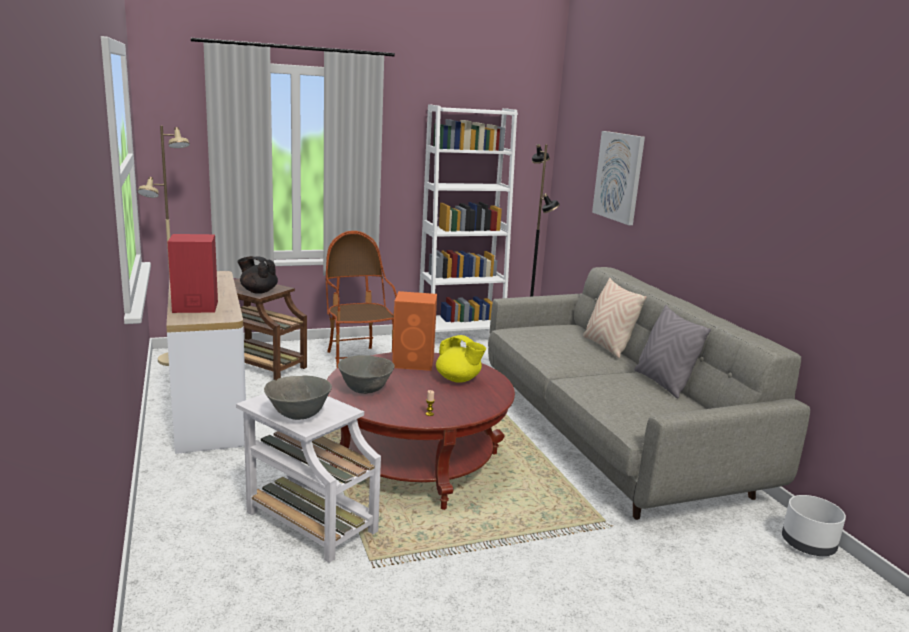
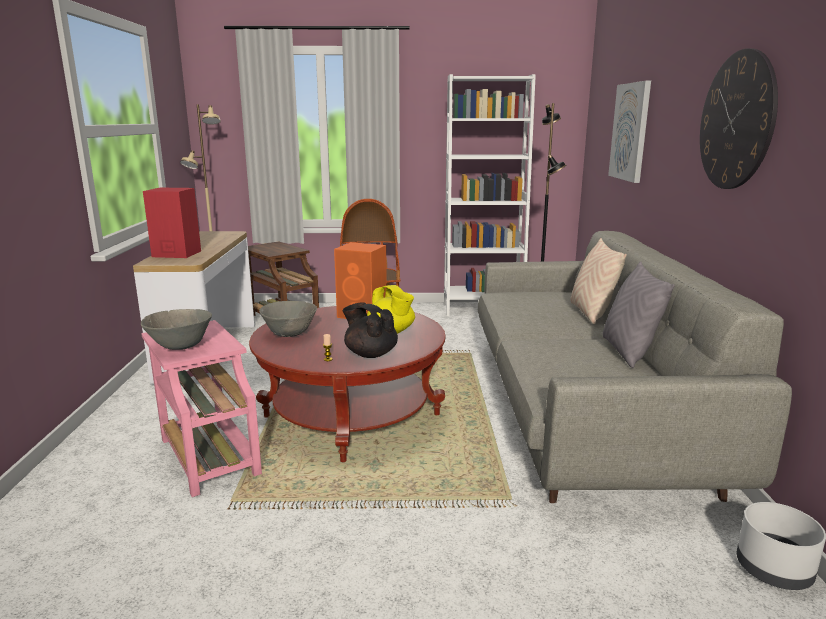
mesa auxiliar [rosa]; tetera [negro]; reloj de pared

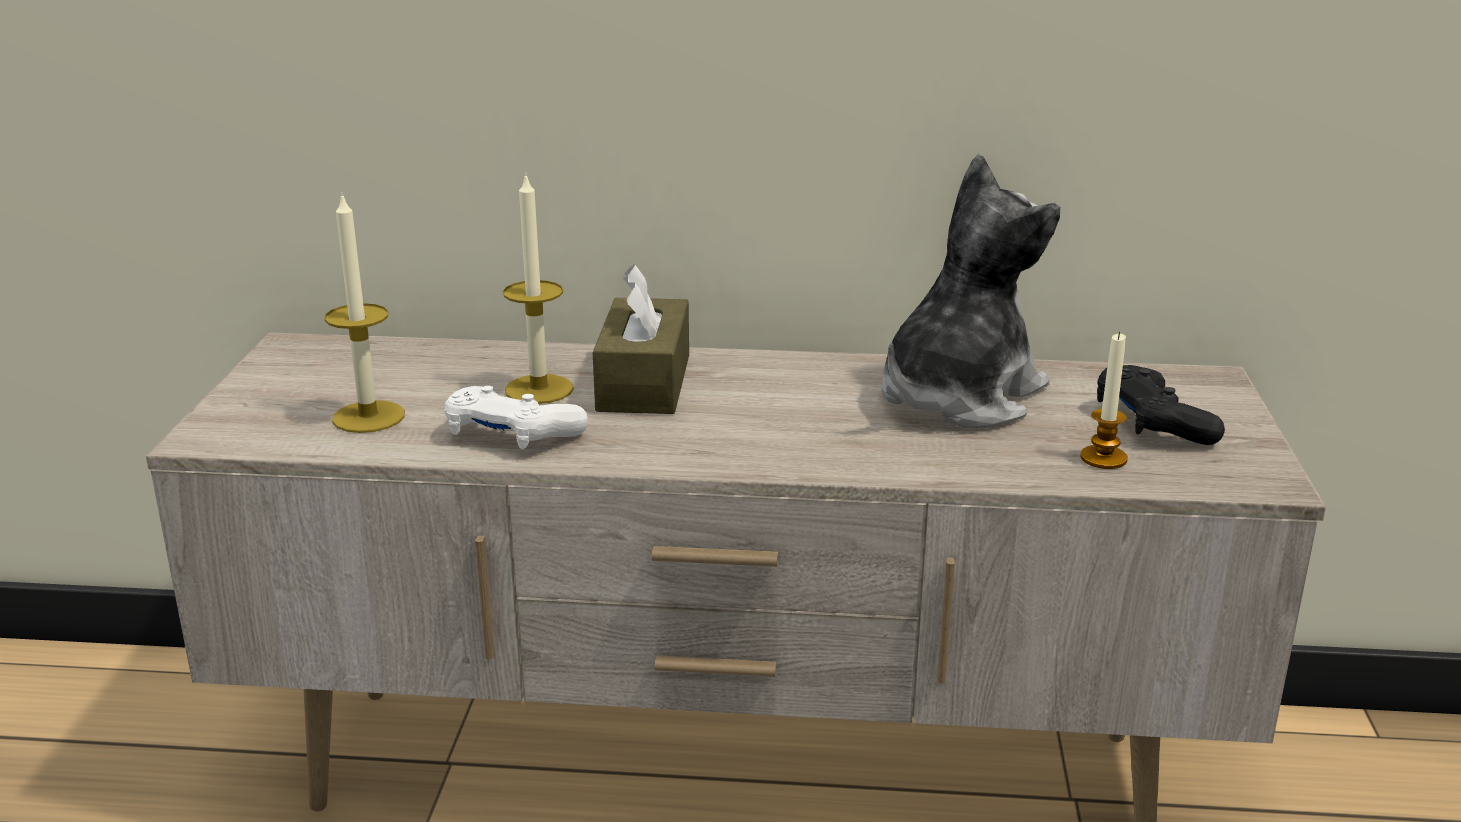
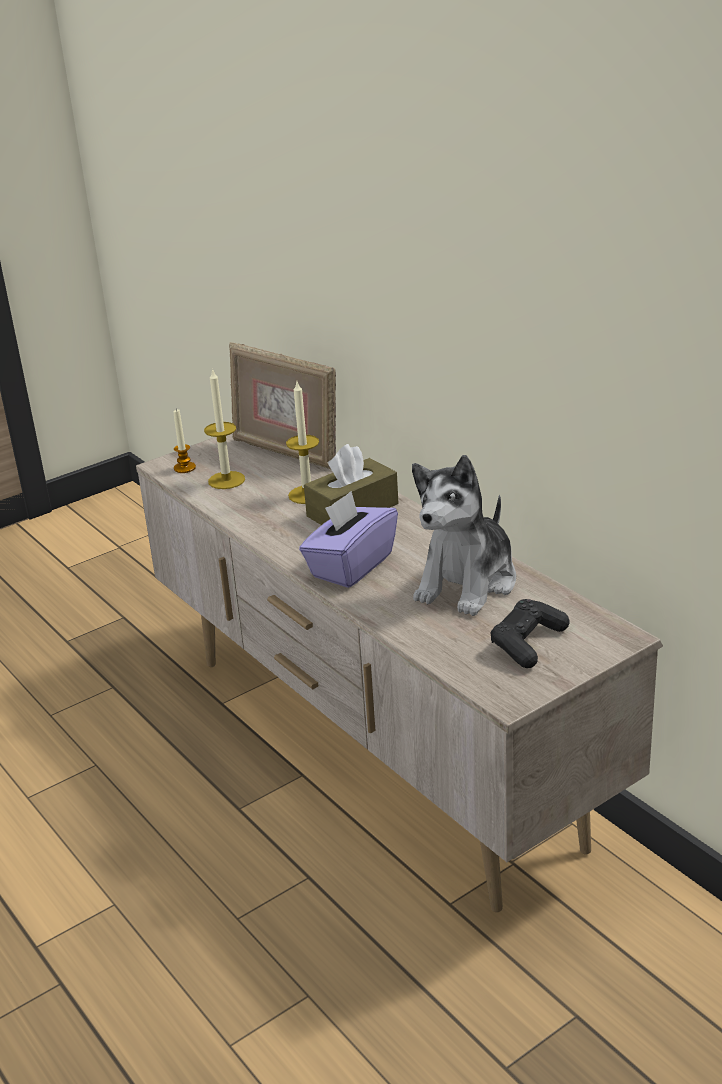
vela (no. 1 from left); portarretratos; caja de pañuelos [morado]; peluche; mando de consola [blanco]

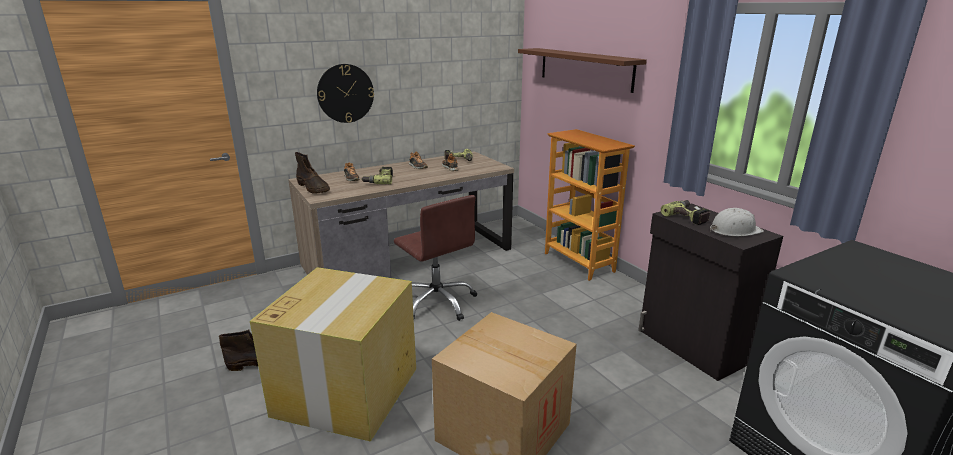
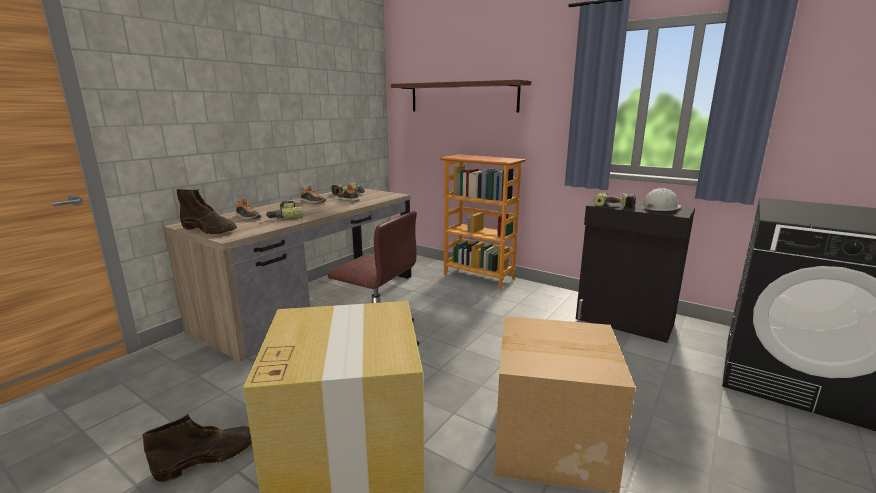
reloj de pared

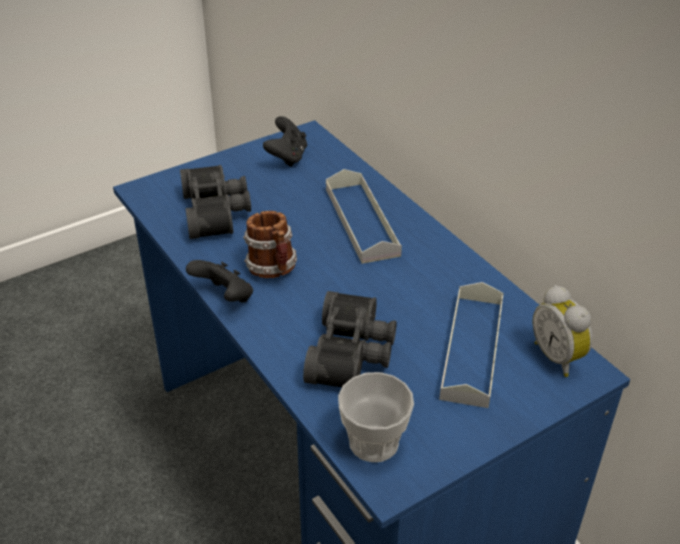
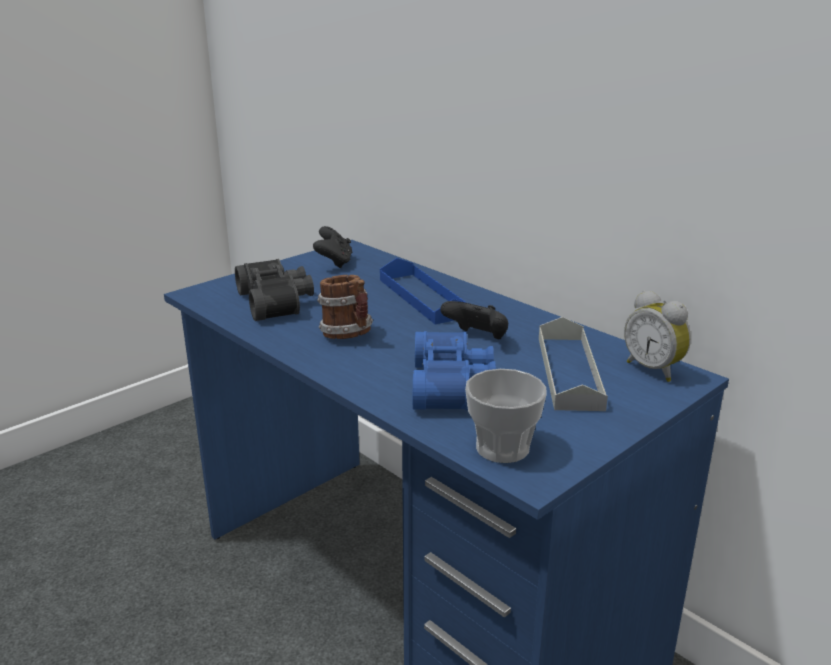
bandeja [azul]; prismáticos [azul]; mando de consola [negro] (no. 2 from left)

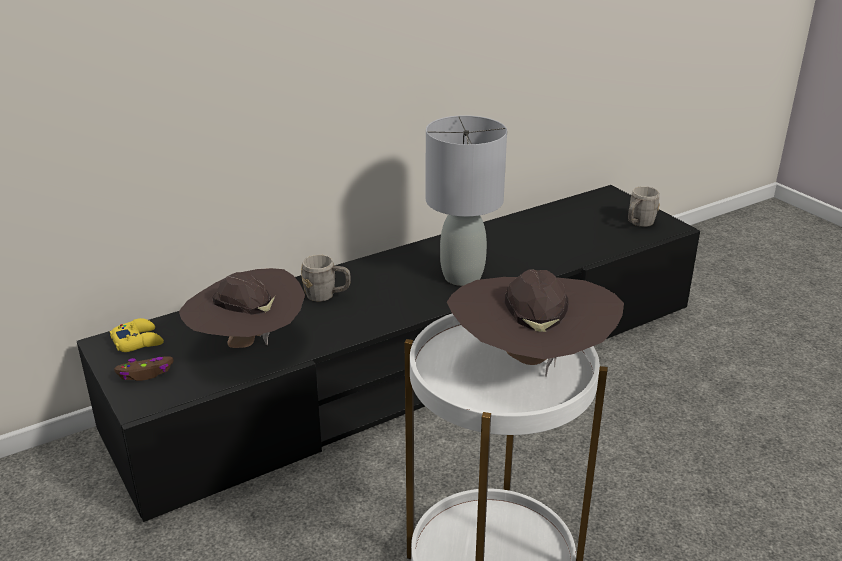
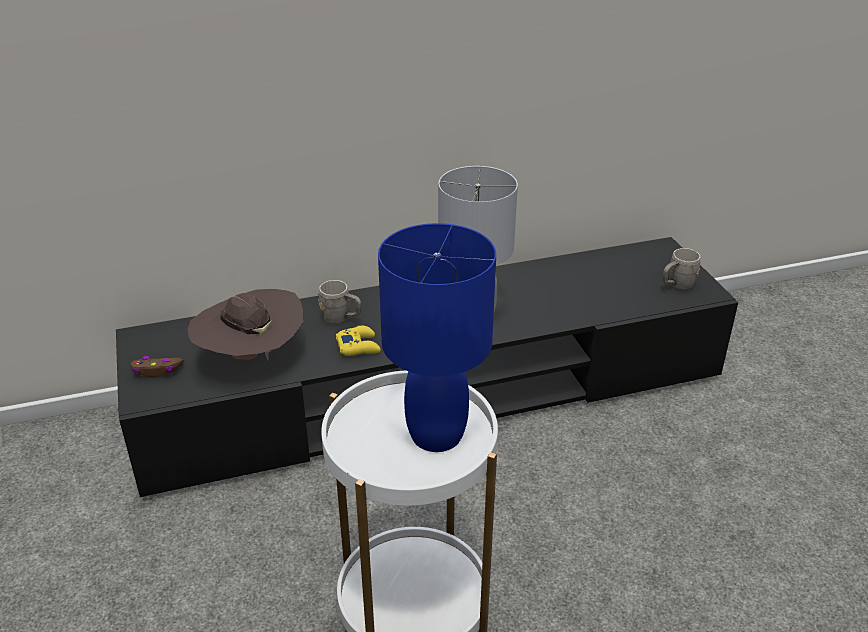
mando de consola [amarillo]; lámpara de mesa [azul]

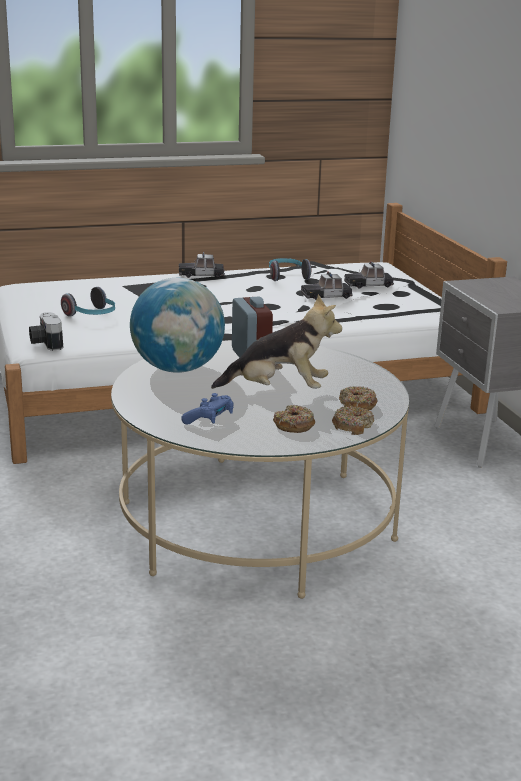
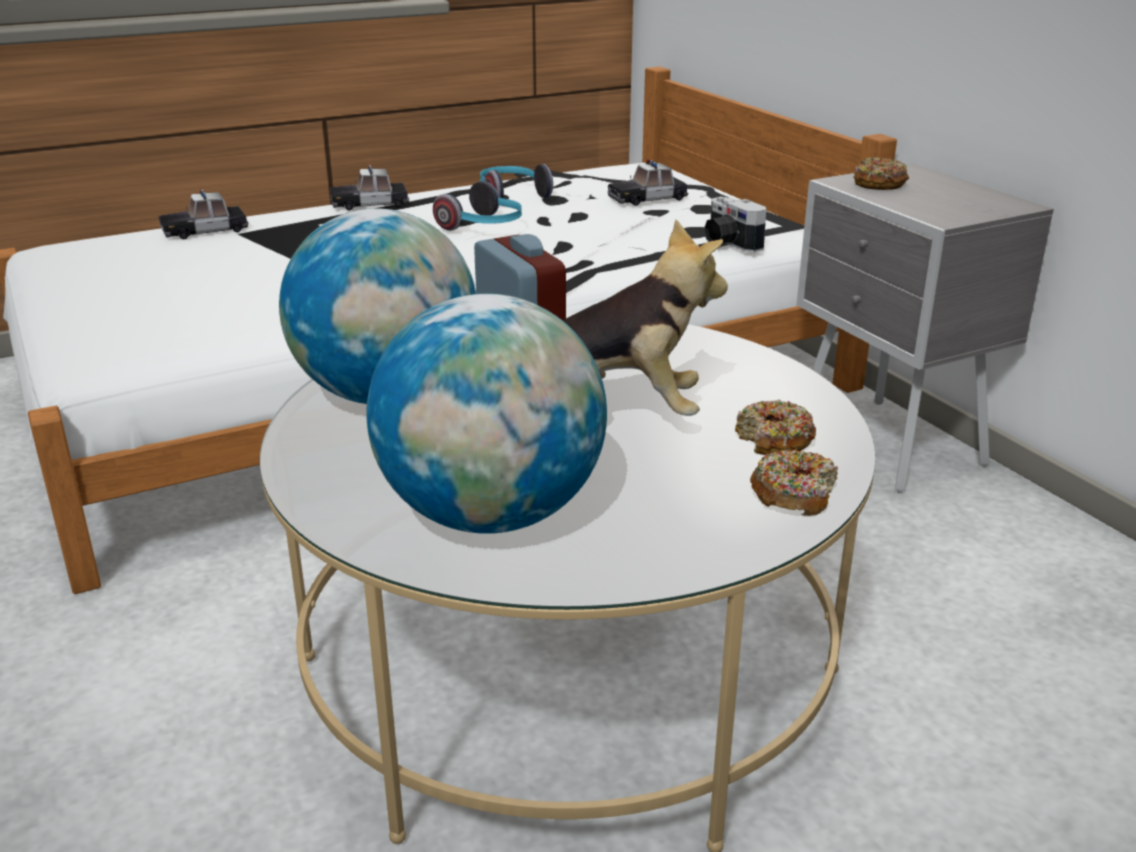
coche de juguete (no. 1 from left); globo terráqueo (no. 2 from left); auriculares (no. 1 from left); cámara; rosquilla (no. 3 from left)

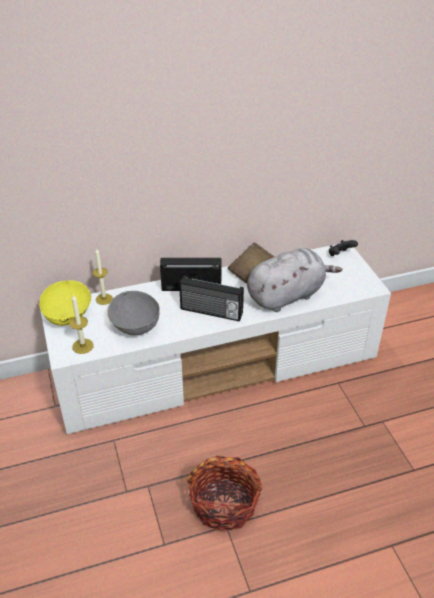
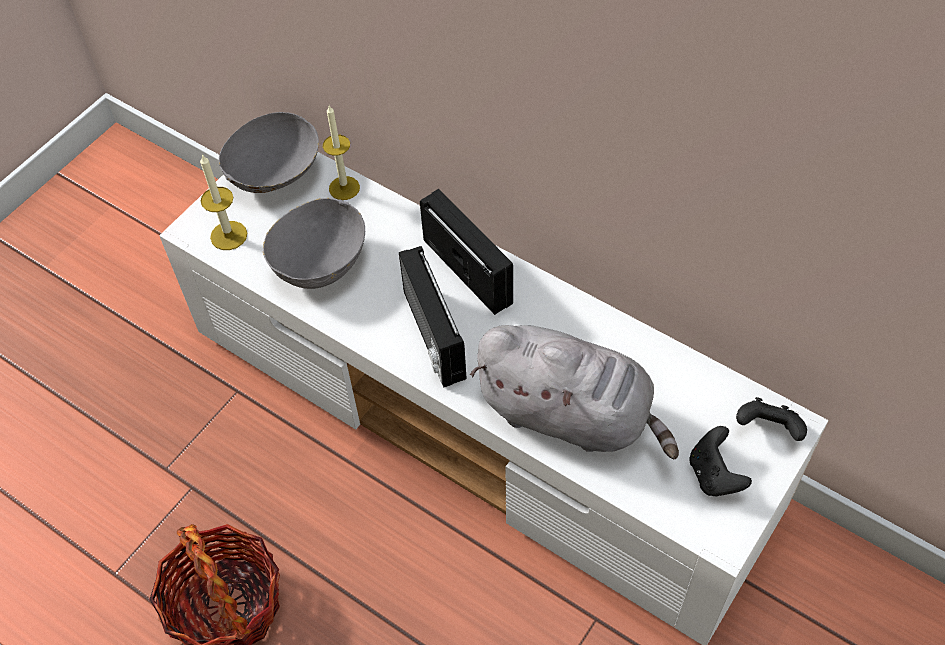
cuenco [gris] (no. 1 from left); mando de consola [negro] (no. 1 from left); libro [marrón]

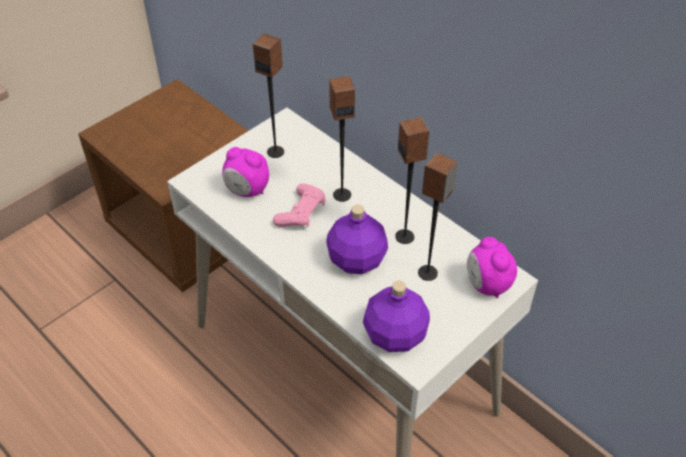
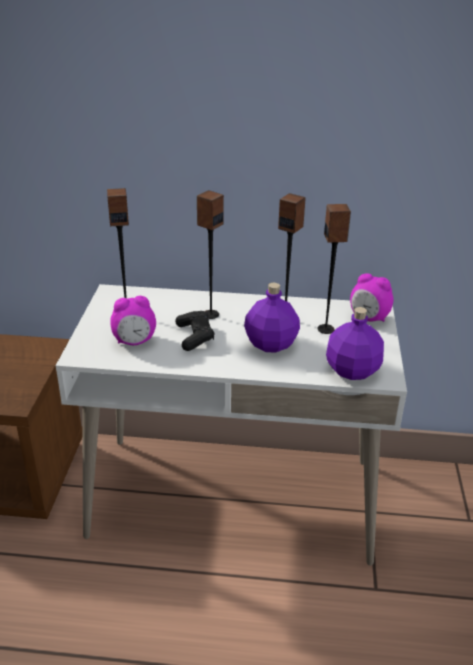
mando de consola [negro]

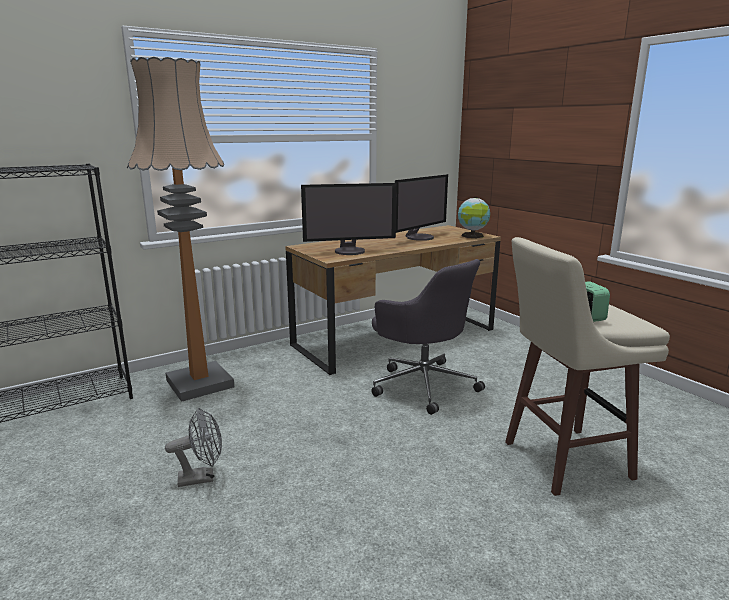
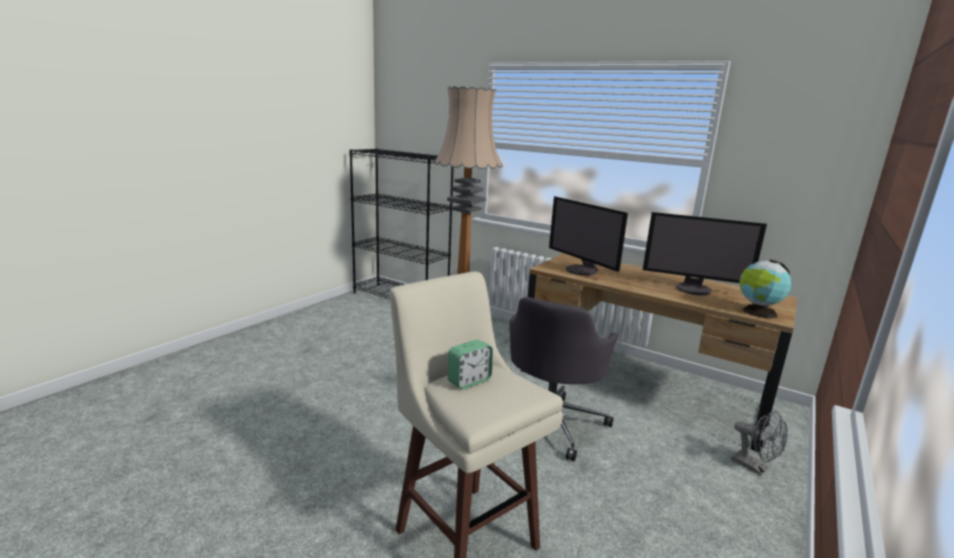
ventilador [gris]

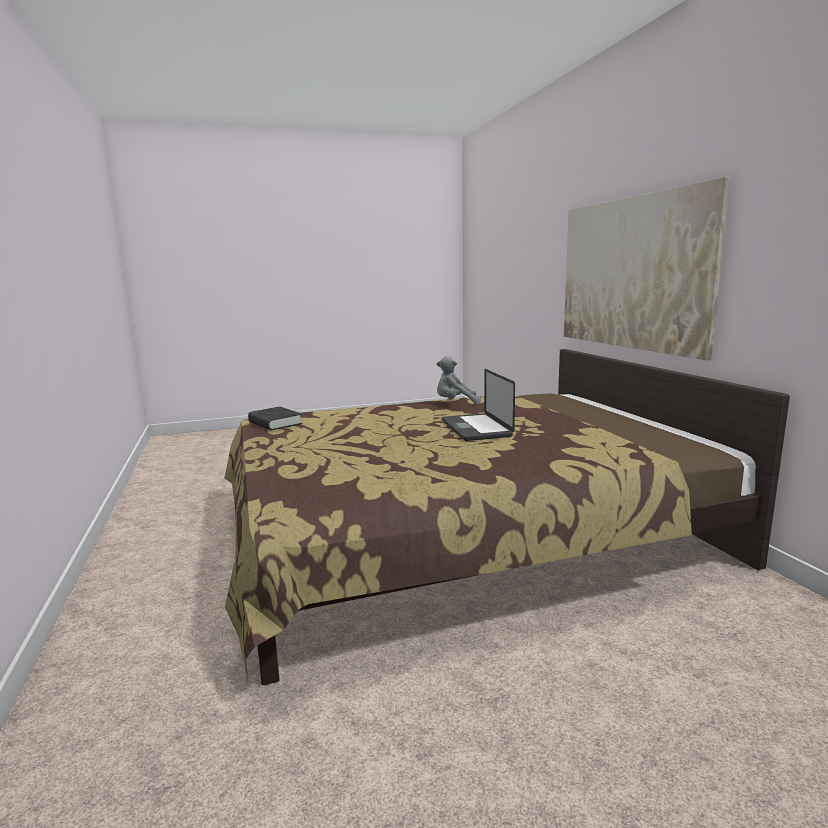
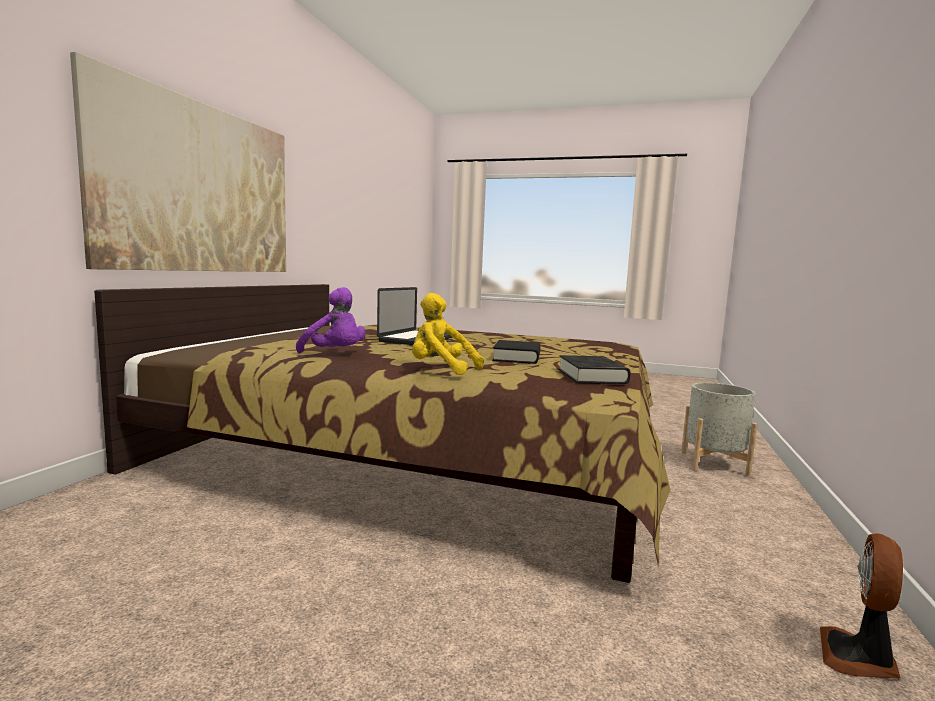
peluche [morado]; peluche [amarillo]; libro [negro] (no. 1 from left); maceta [gris]; ventilador

